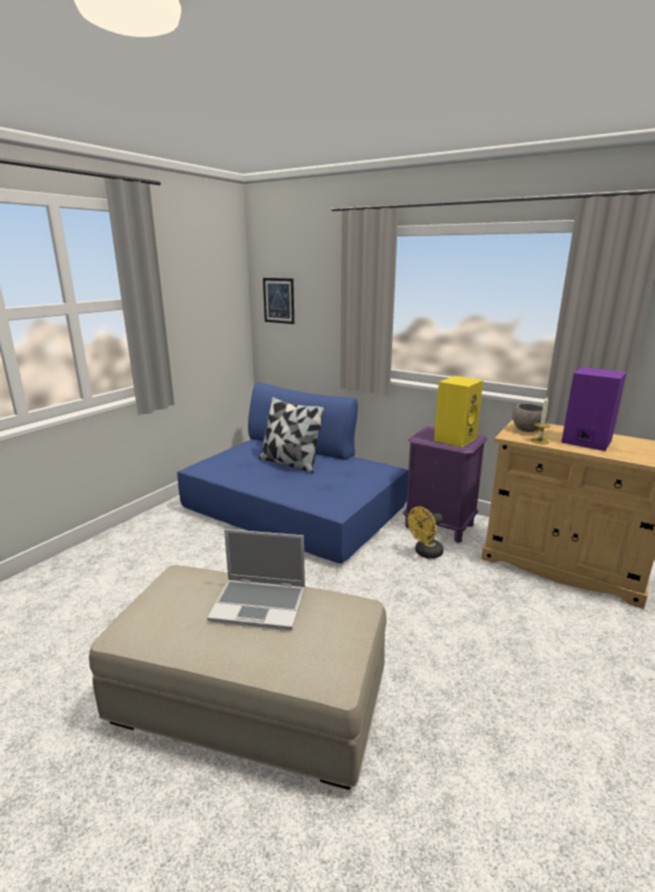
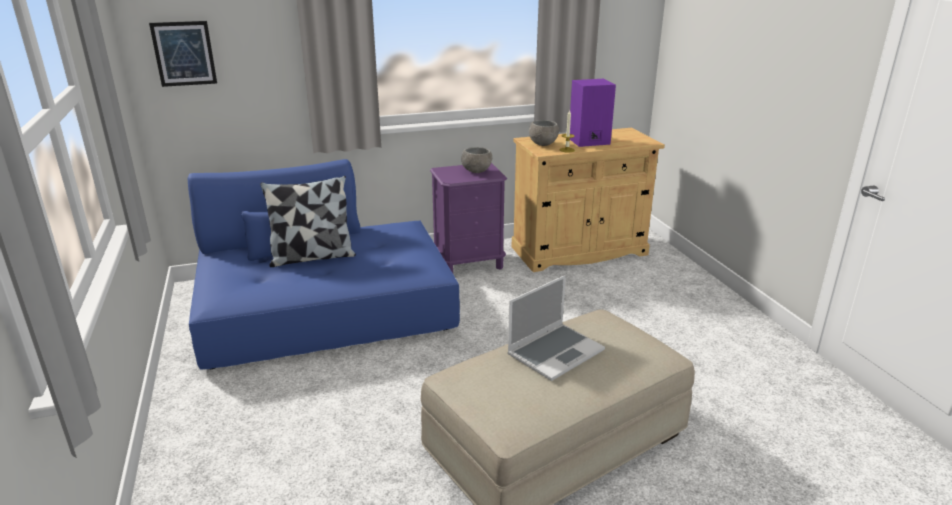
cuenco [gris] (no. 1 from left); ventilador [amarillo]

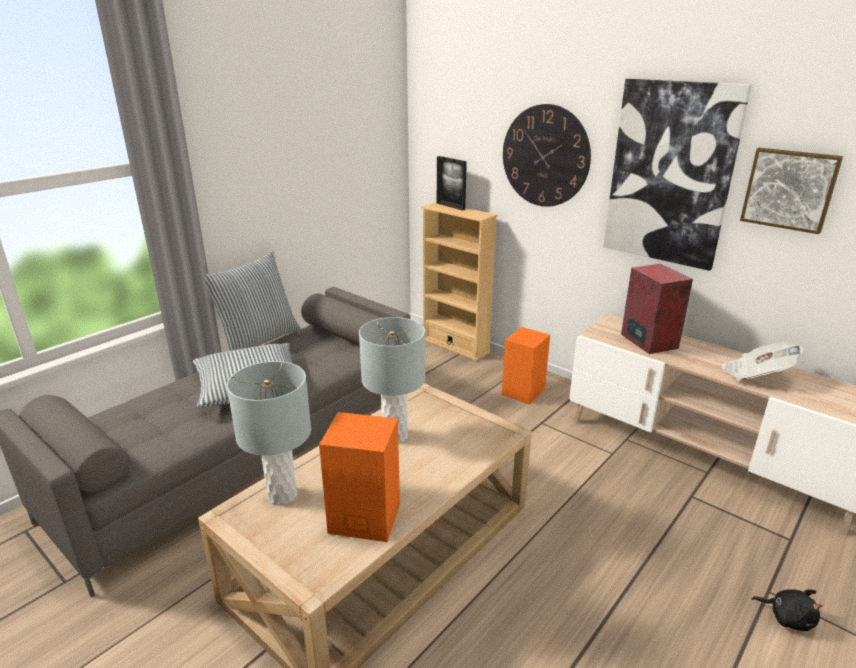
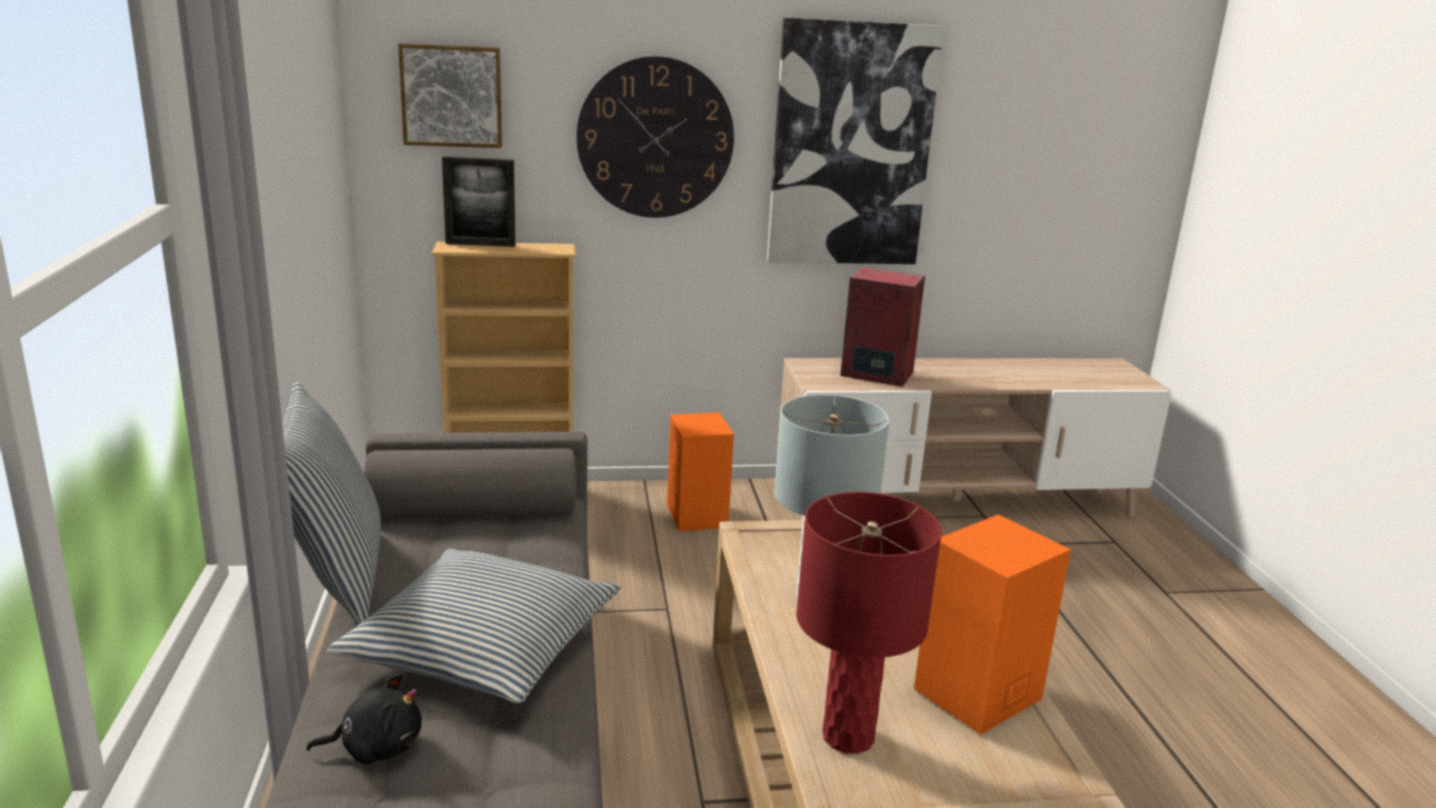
peluche [negro]; cuadro (no. 1 from left); lámpara de mesa [rojo]; periódico

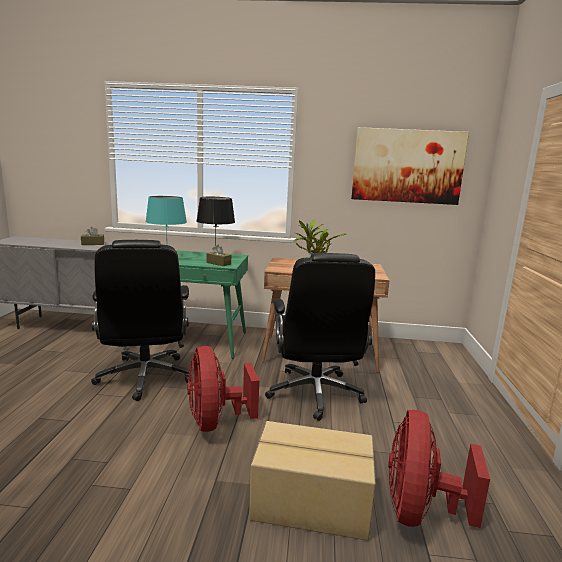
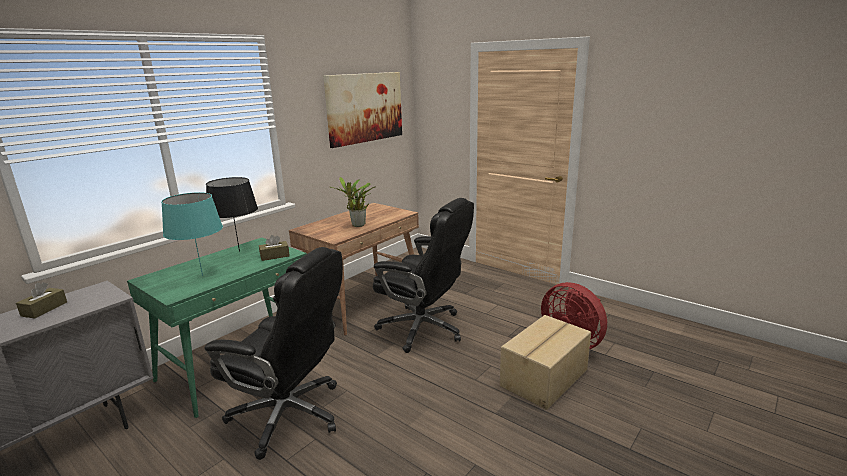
ventilador [rojo] (no. 1 from left in the first image)

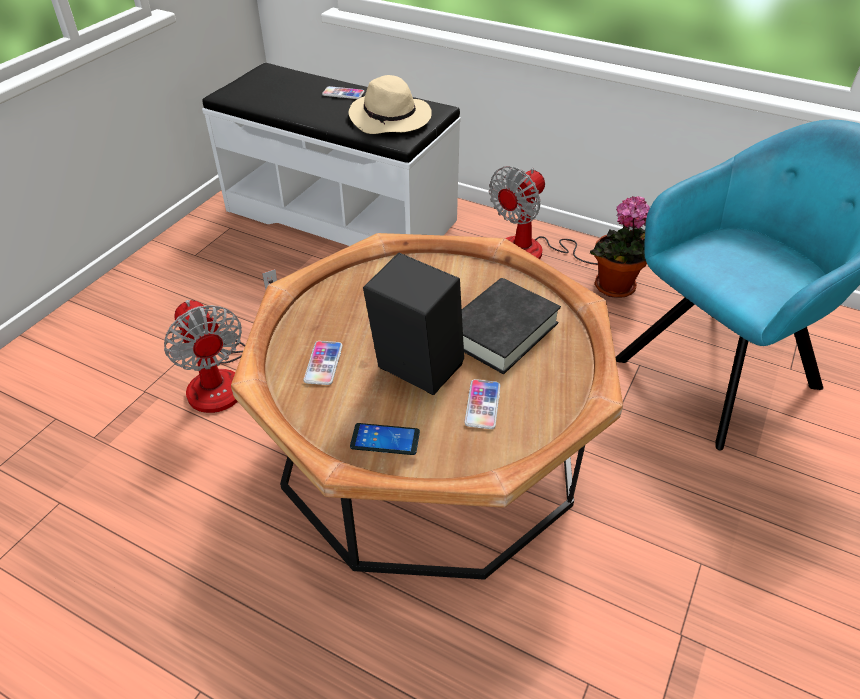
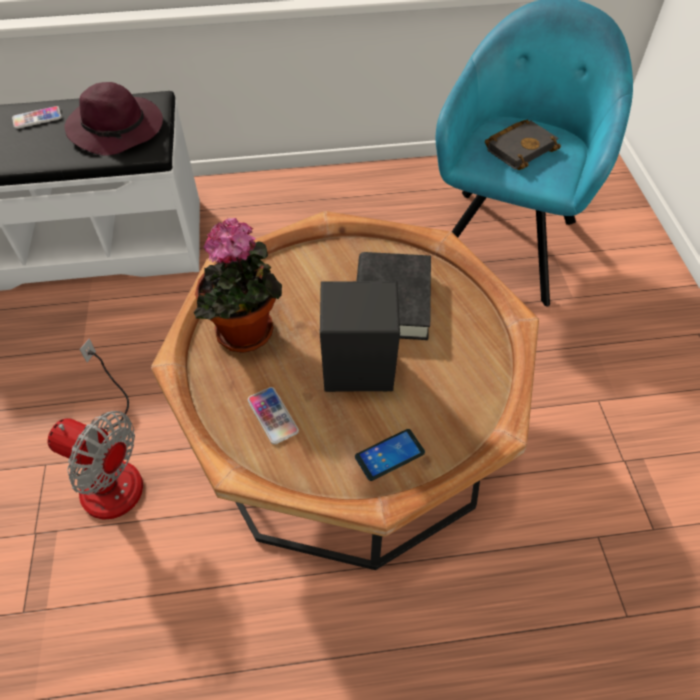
sombrero [morado]; planta en maceta; libro [negro] (no. 2 from left); móvil (no. 4 from left in the first image); ventilador (no. 2 from left in the first image)

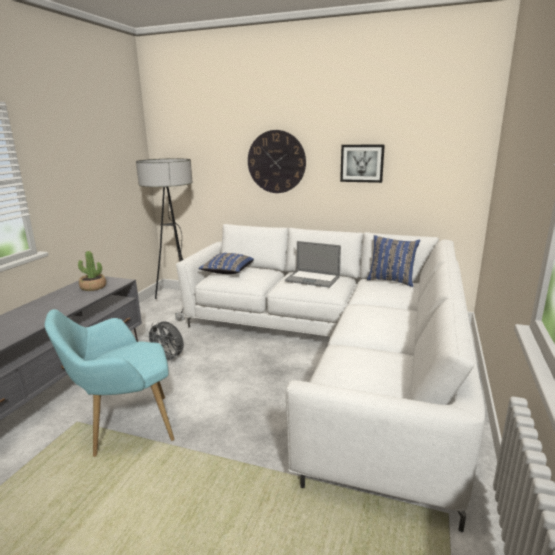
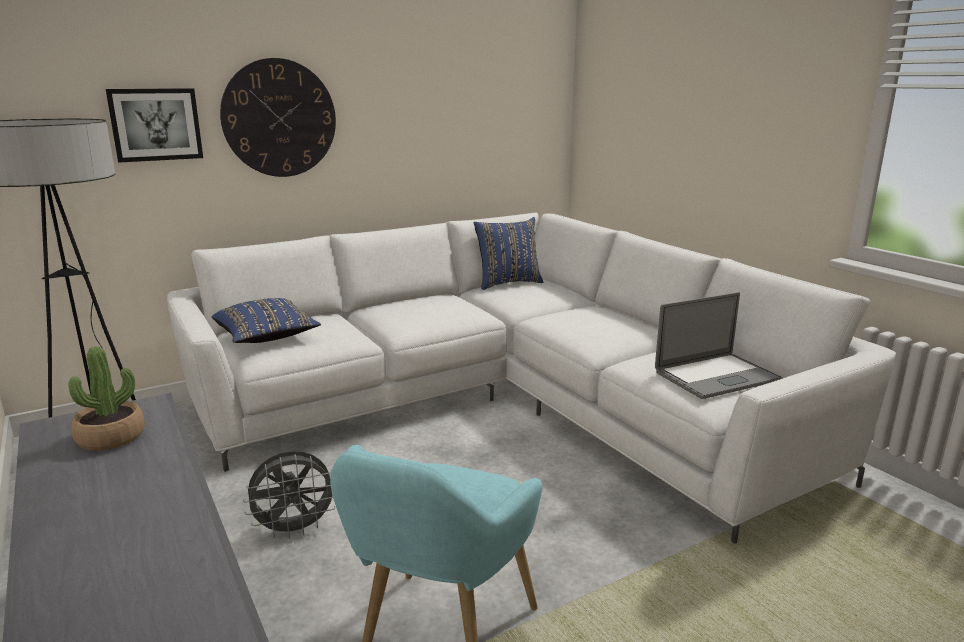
cuadro; portátil

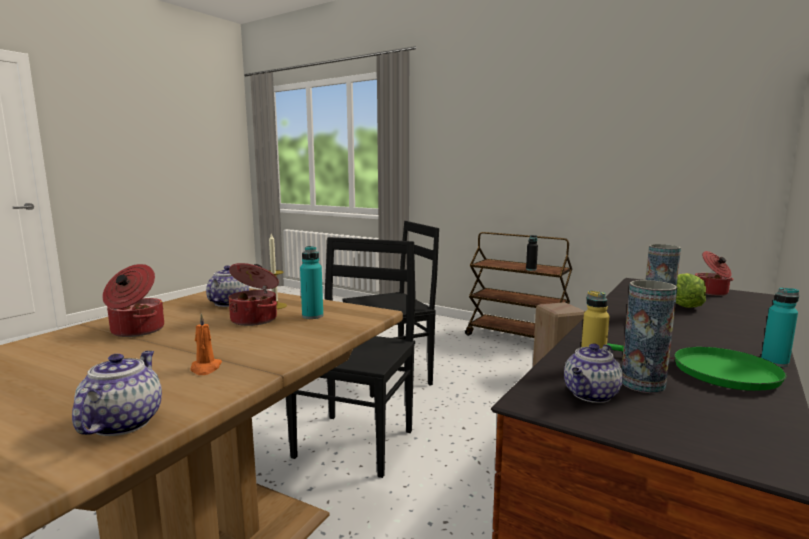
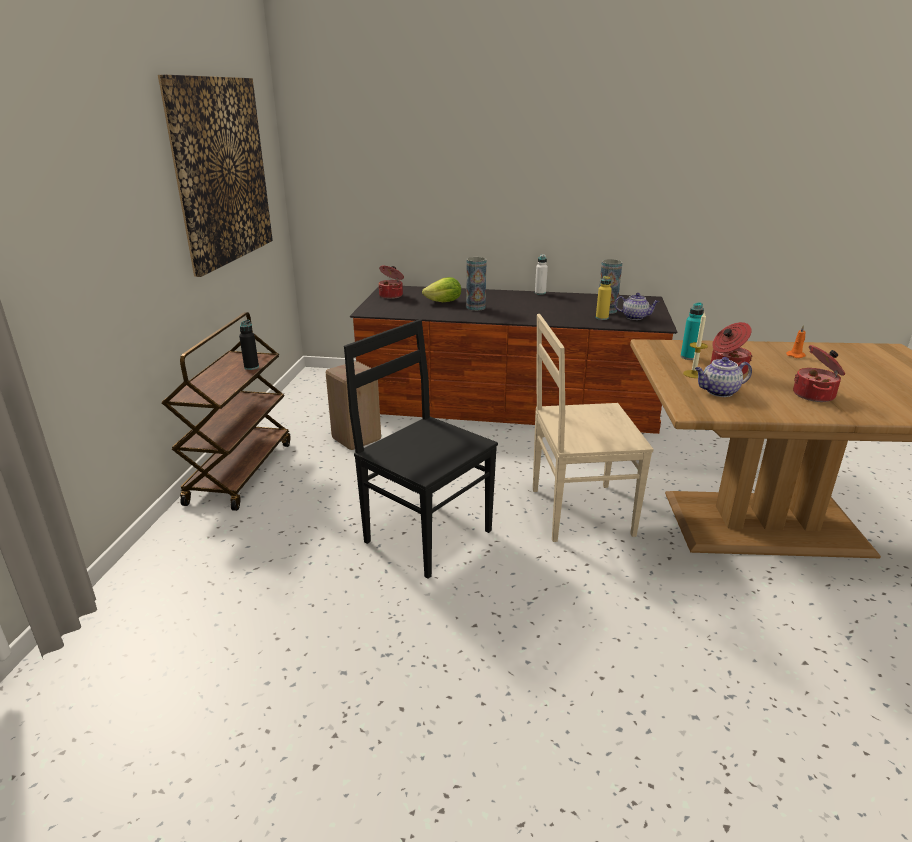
cuadro; silla [beis]; botella [blanco]; tetera (no. 1 from left in the first image); sartén [verde]

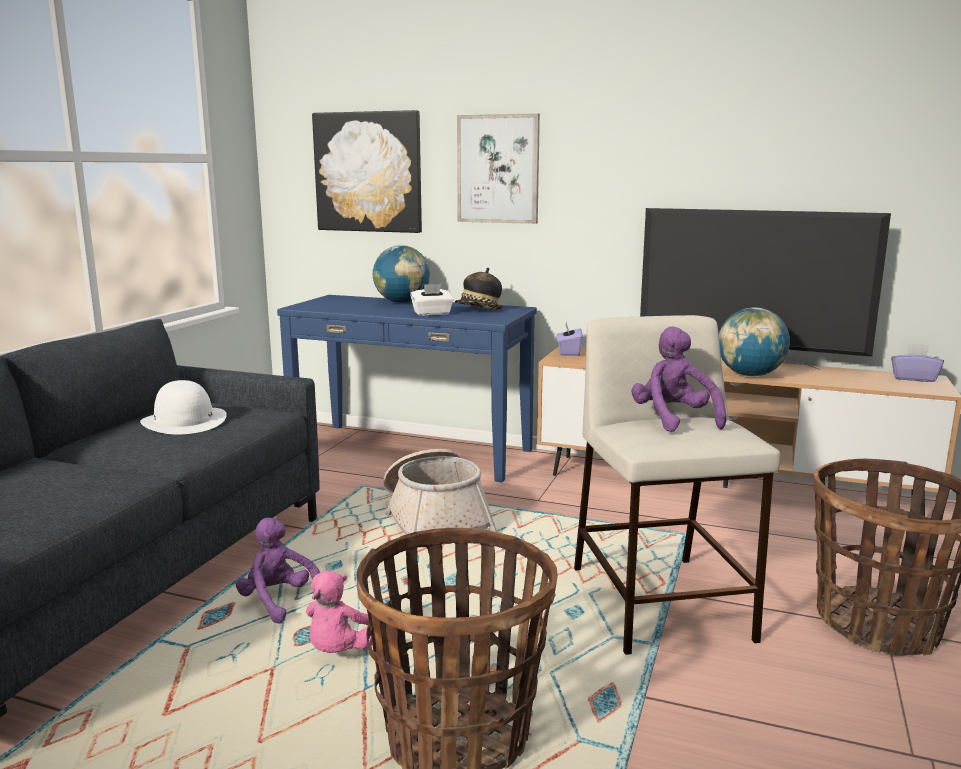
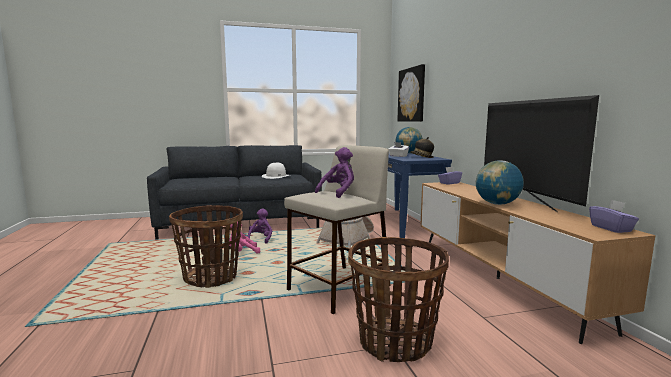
cuadro (no. 2 from left in the first image)

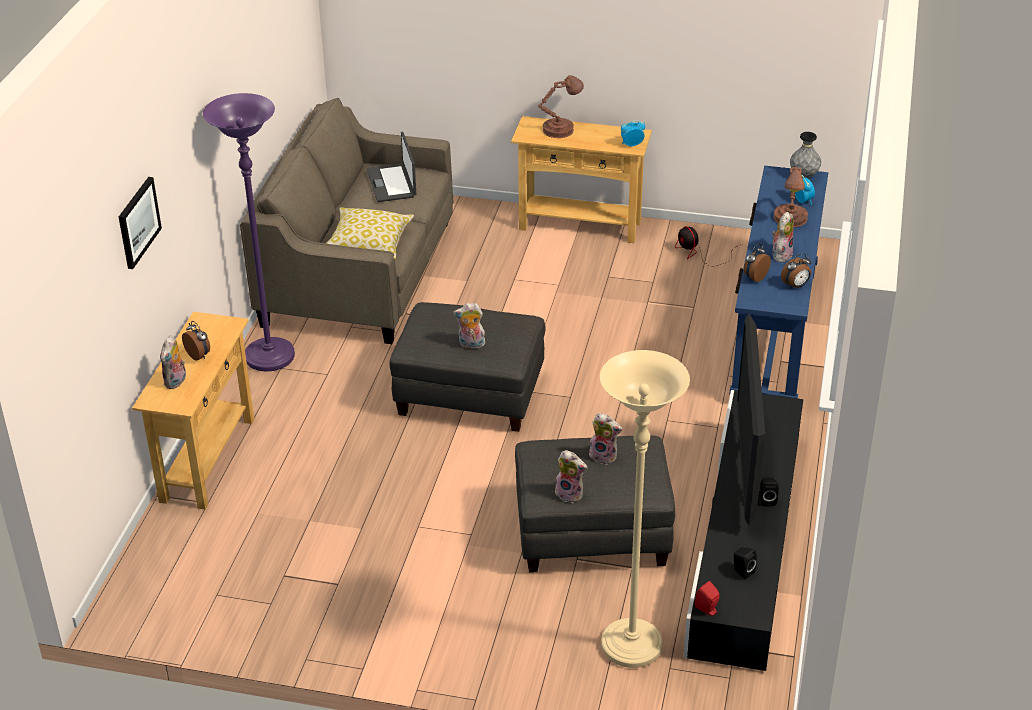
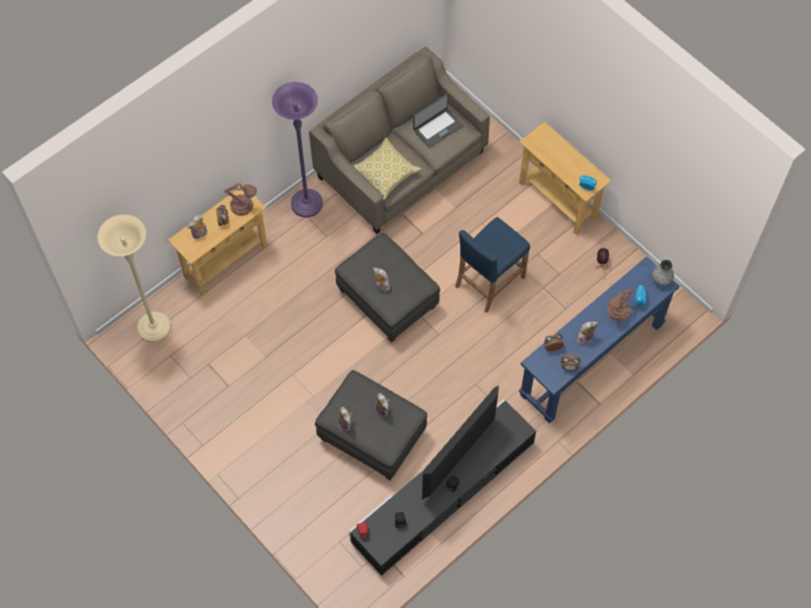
lámpara de pie [beis]; lámpara de mesa [marrón] (no. 1 from left); portátil; taburete [azul]; cuadro

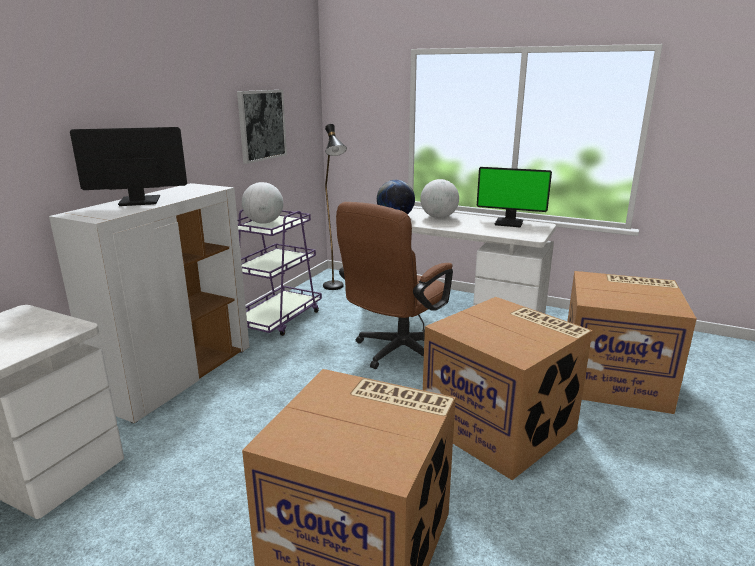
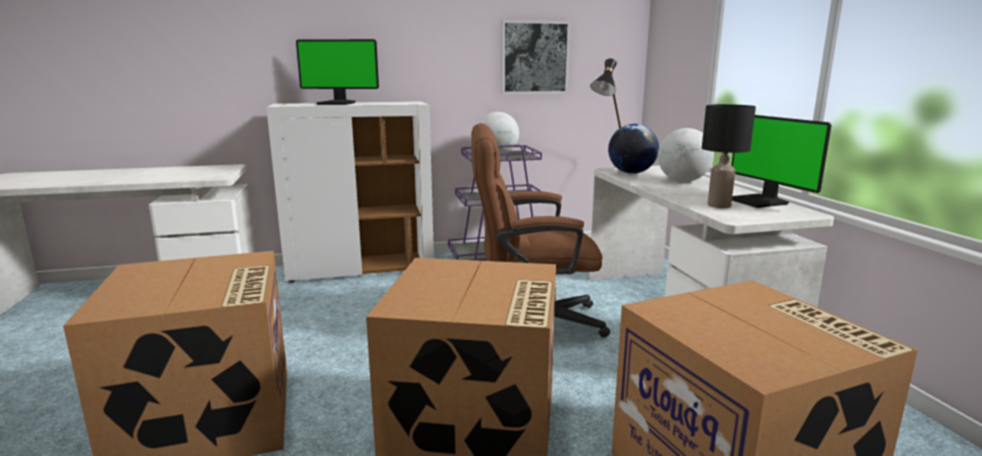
monitor (no. 1 from left); lámpara de mesa [negro]

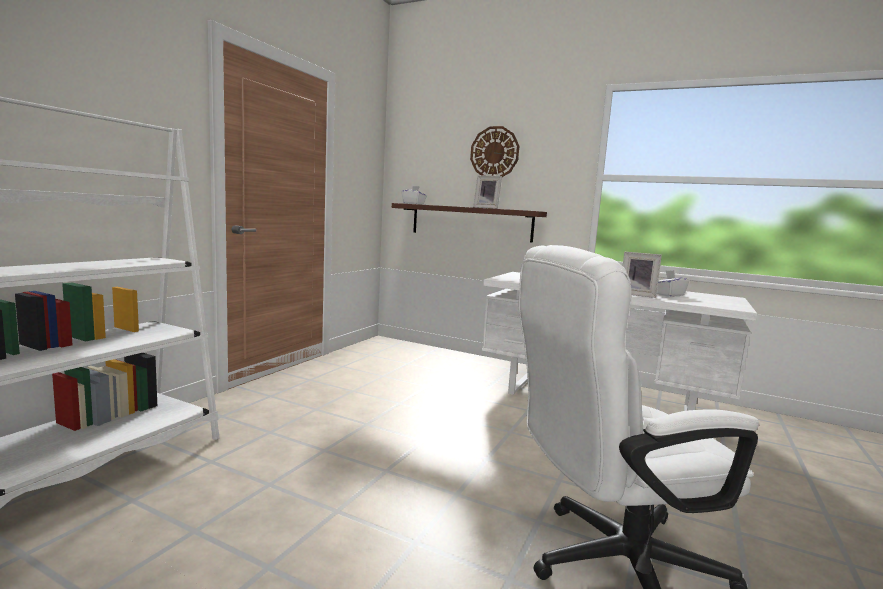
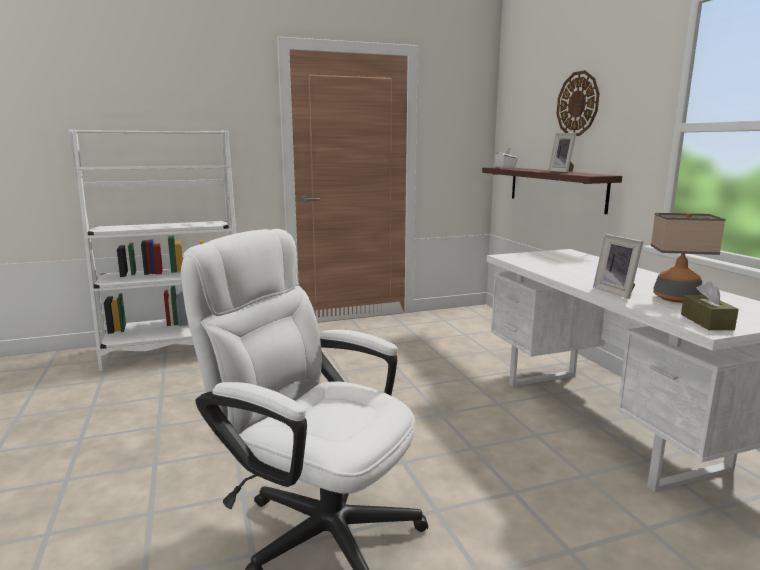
lámpara de mesa; caja de pañuelos [marrón]

